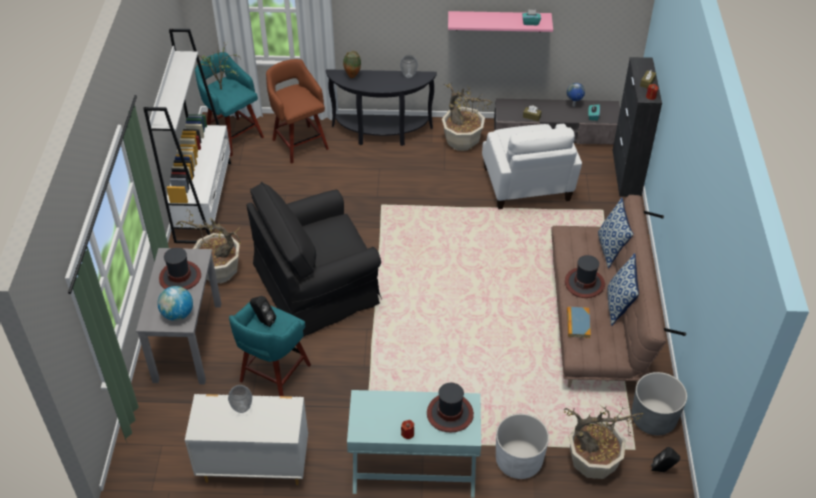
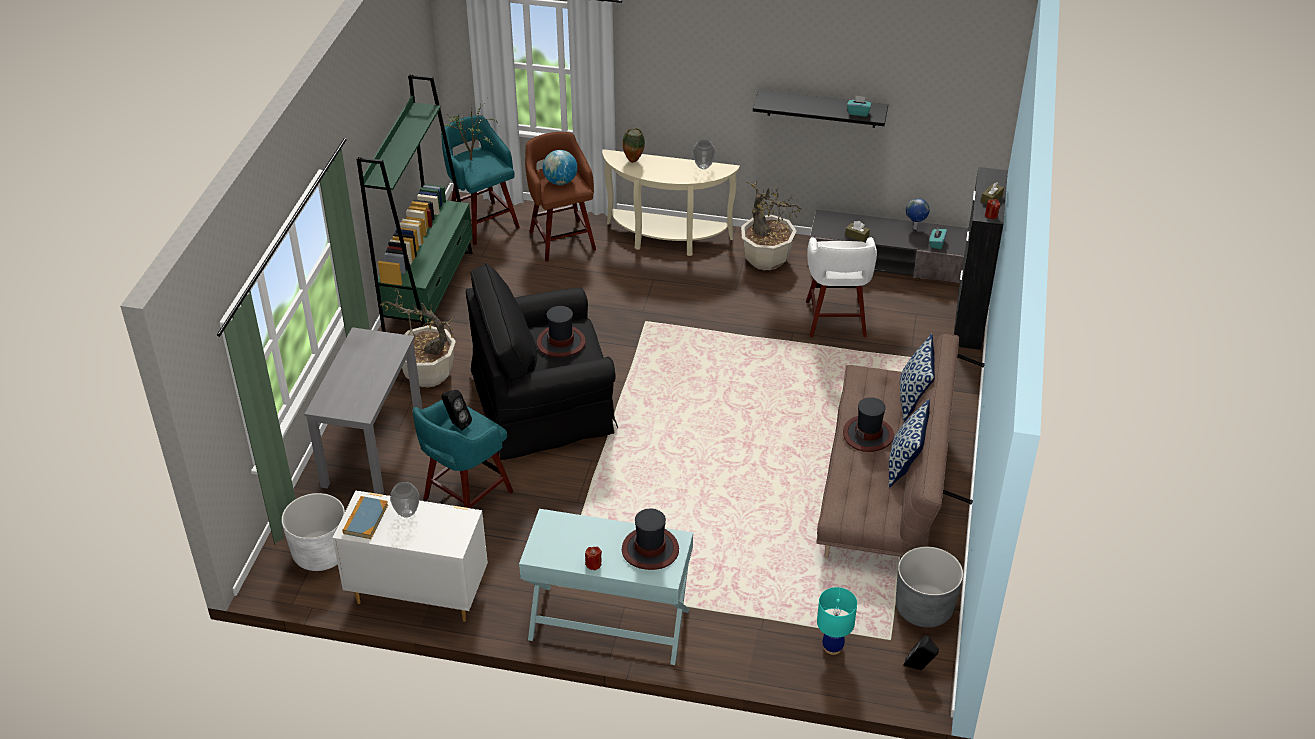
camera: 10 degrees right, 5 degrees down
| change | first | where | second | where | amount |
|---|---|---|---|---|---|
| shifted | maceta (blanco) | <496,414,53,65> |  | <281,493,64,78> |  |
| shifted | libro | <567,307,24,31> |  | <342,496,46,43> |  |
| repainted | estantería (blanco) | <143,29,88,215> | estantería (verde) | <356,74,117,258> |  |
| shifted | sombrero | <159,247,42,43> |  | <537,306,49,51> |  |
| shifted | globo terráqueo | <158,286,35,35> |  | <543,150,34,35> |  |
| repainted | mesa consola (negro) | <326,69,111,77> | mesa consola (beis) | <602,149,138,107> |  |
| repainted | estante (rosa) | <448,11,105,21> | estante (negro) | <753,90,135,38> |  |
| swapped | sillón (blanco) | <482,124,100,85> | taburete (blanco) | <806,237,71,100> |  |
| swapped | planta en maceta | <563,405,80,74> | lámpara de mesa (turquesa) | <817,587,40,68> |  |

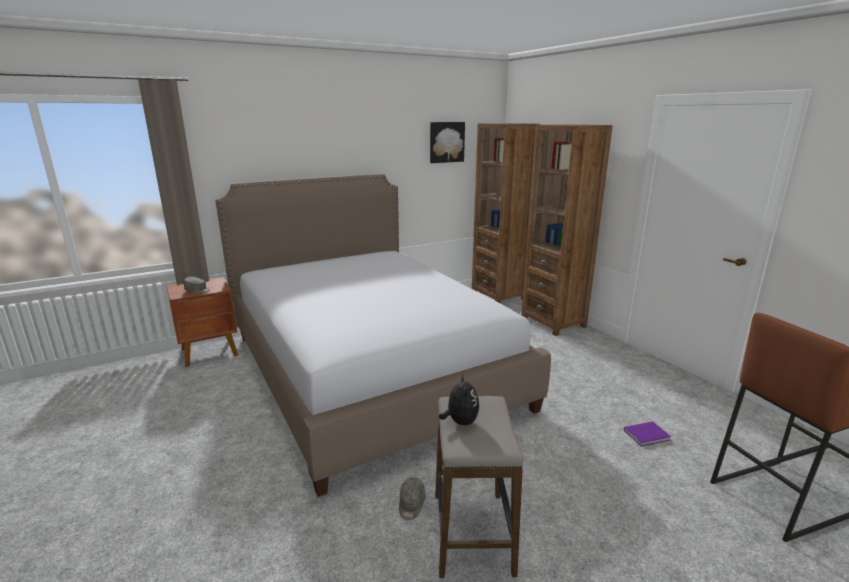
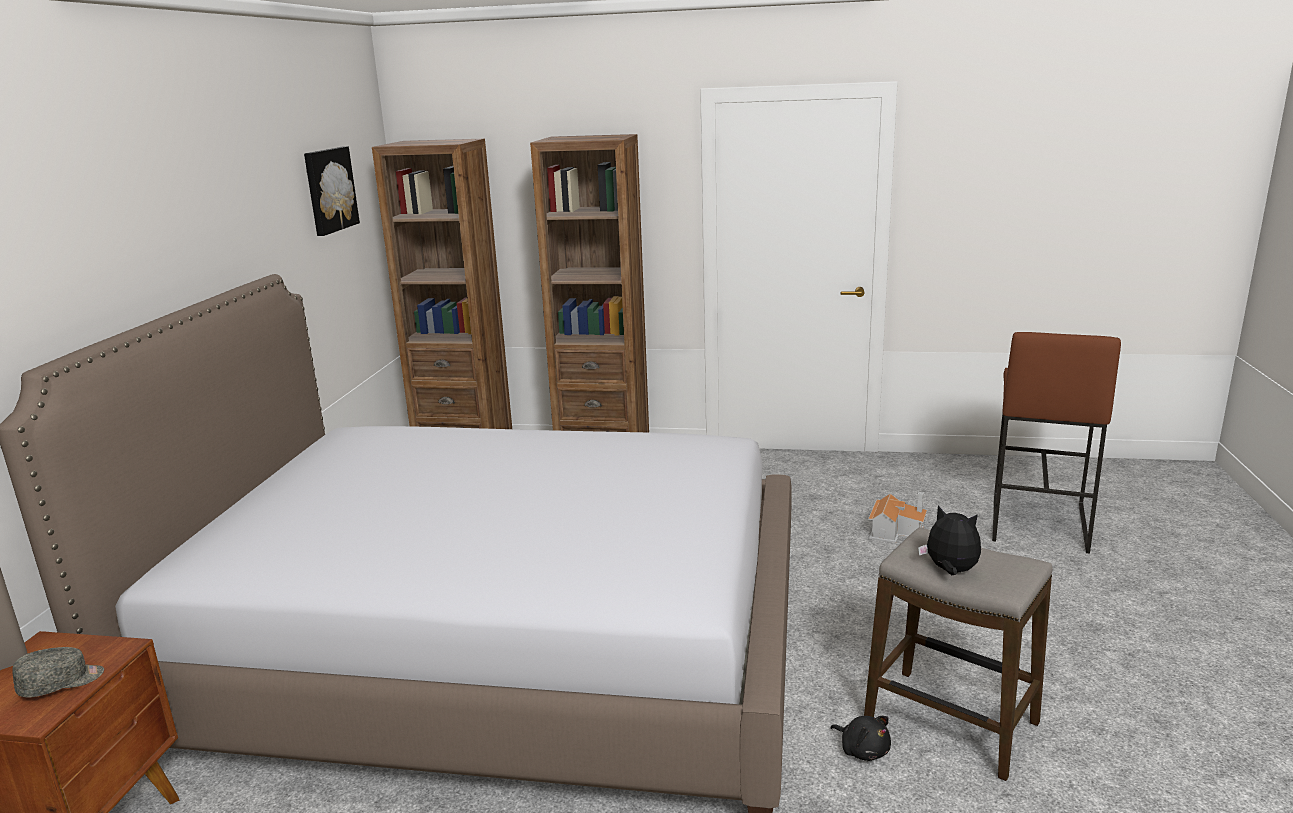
camera: 50 degrees left, 0 degrees up
| change | first | where | second | where | amount |
|---|---|---|---|---|---|
| swapped | gorra (gris) | <399,477,26,44> | peluche (negro) | <831,716,60,45> |  |
| swapped | libro (morado) | <624,421,47,25> | casita | <868,492,59,51> |  |

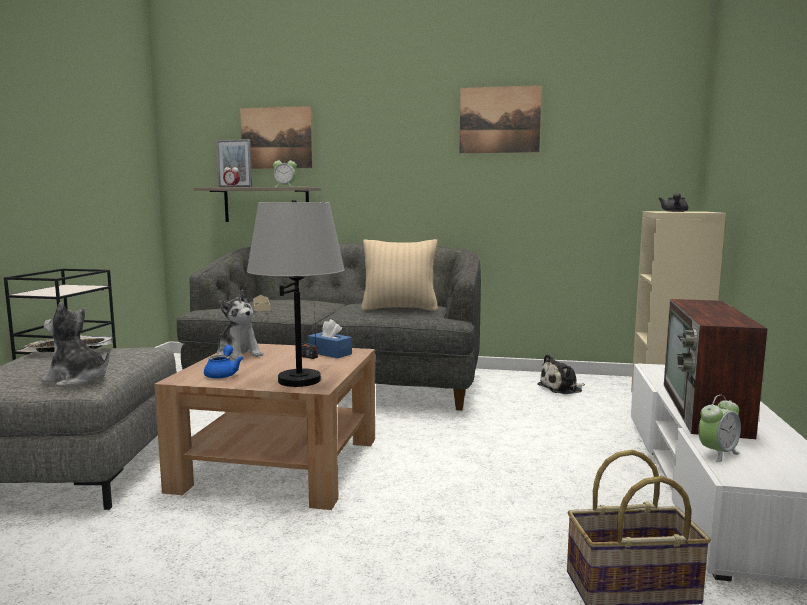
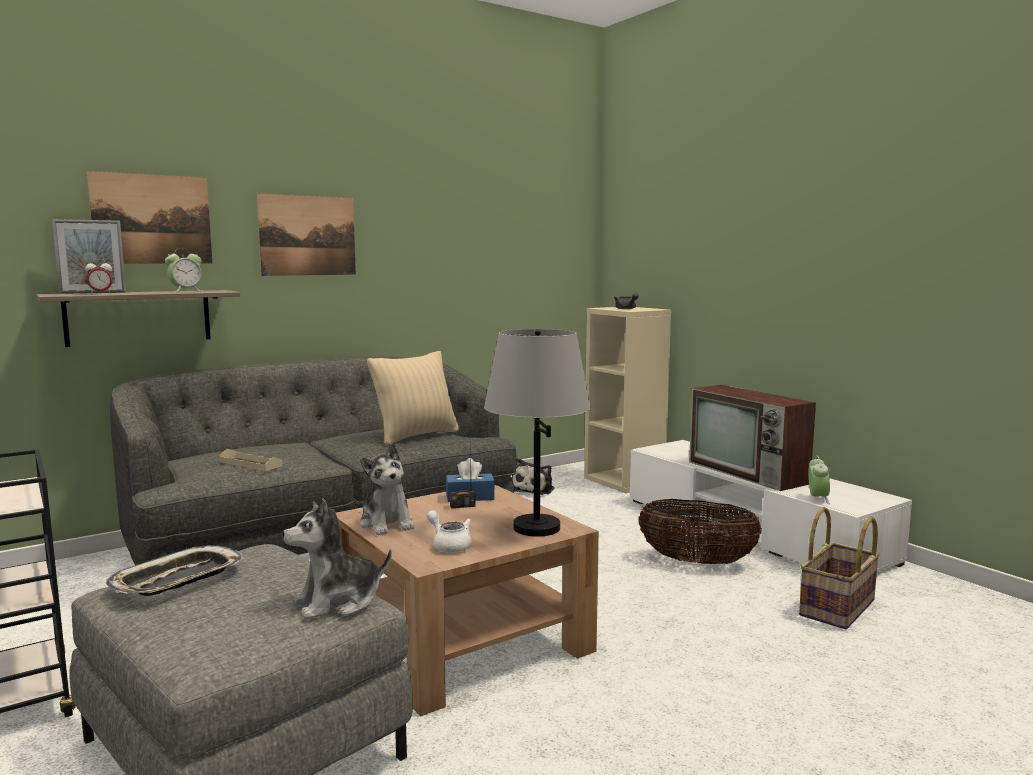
camera: 45 degrees left, 0 degrees up
| change | first | where | second | where | amount |
|---|---|---|---|---|---|
| shifted | cuadro | <460,85,82,68> |  | <257,194,99,82> |  |
| rotated | peluche | <217,290,46,70> |  | <360,443,54,92> | 60 degrees clockwise |
| repainted | tetera (azul) | <204,345,39,34> | tetera (blanco) | <427,510,45,43> |  |
| new |  |  | cesta | <639,499,123,65> |  |

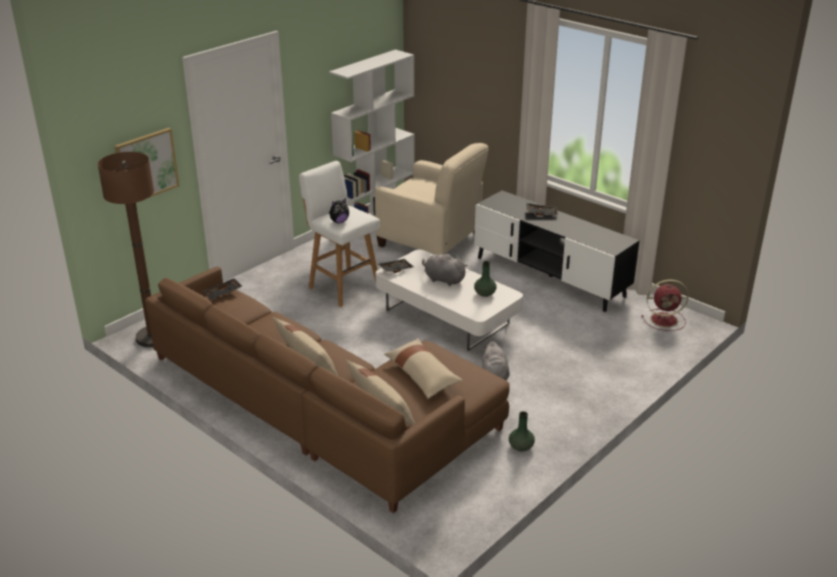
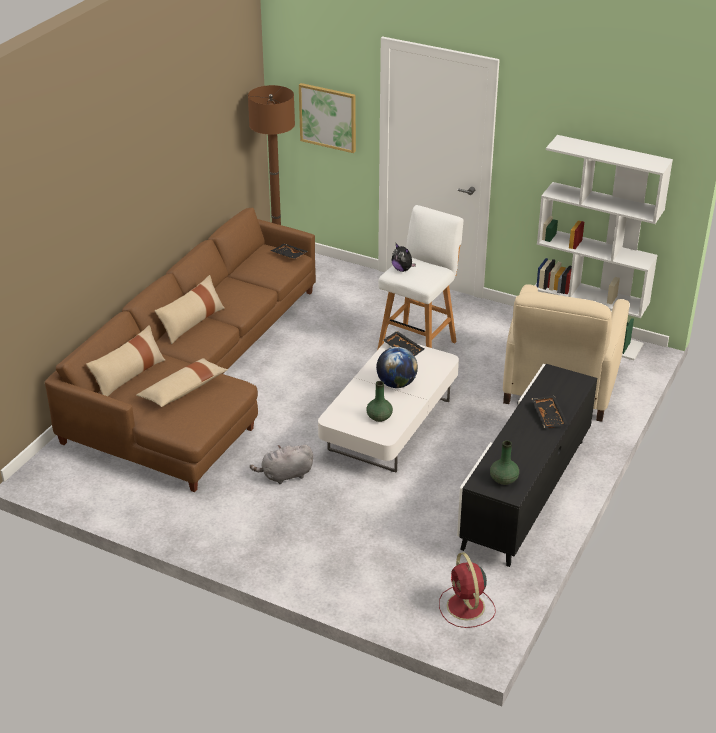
camera: 75 degrees right, 5 degrees up
| change | first | where | second | where | amount |
|---|---|---|---|---|---|
| swapped | peluche (gris) | <422,253,46,33> | globo terráqueo | <376,347,42,41> |  |
| shifted | florero (verde) | <509,411,26,40> |  | <490,440,29,45> |  |

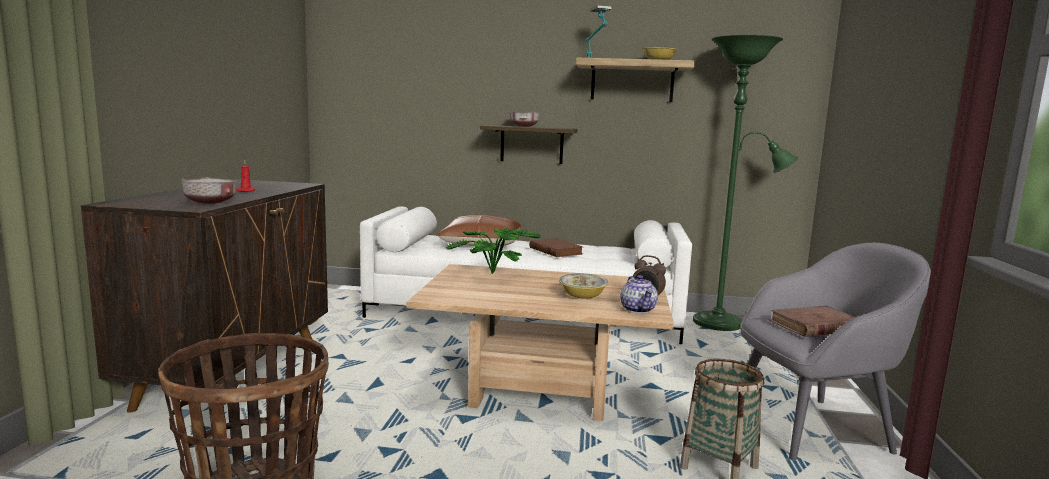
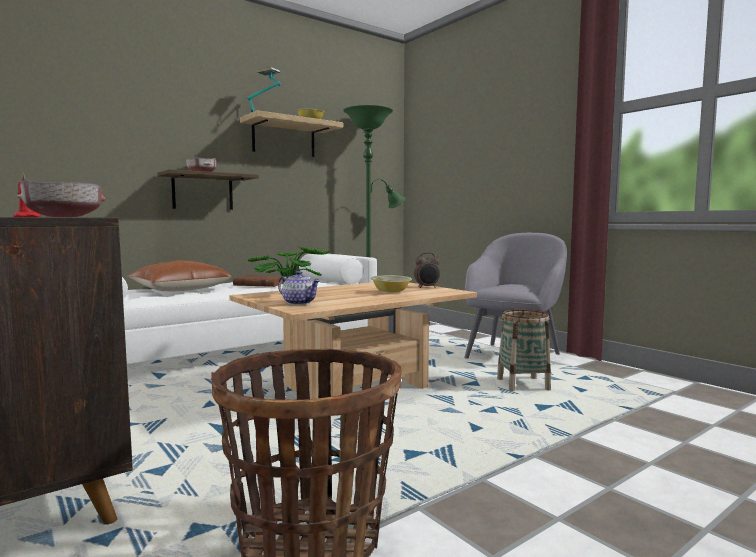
camera: 45 degrees left, 5 degrees down
| change | first | where | second | where | amount |
|---|---|---|---|---|---|
| shifted | tetera | <620,275,38,38> |  | <278,271,42,34> |  |
| gone | libro (marrón) | <768,306,87,31> |  |  |  |

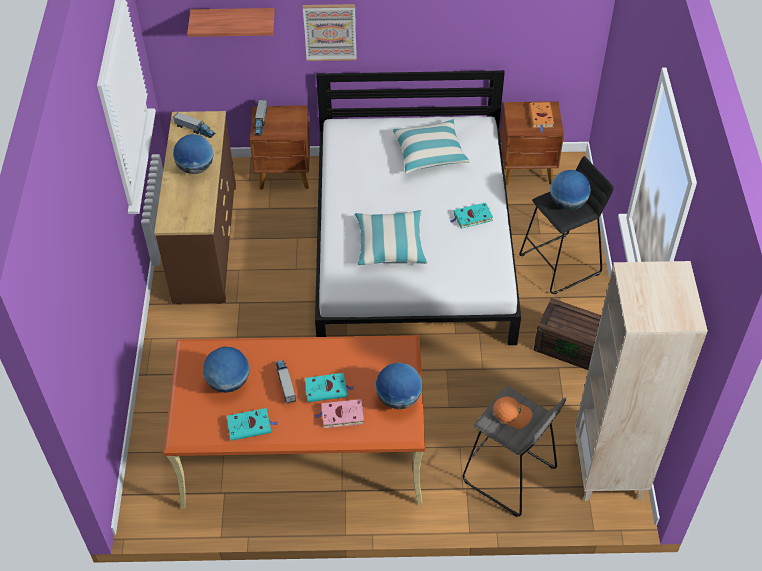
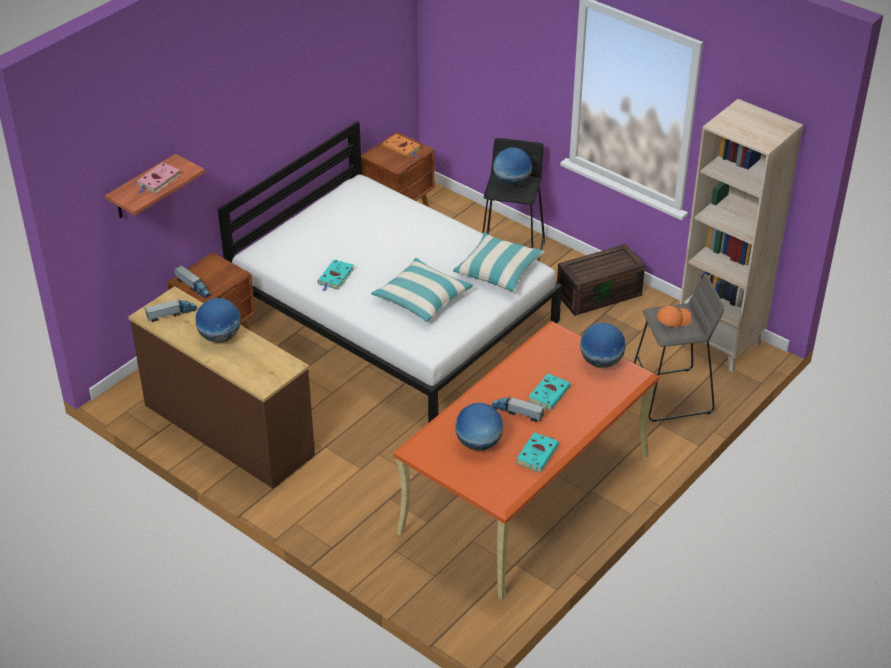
camera: 50 degrees left, 10 degrees down
| change | first | where | second | where | amount |
|---|---|---|---|---|---|
| shifted | libro (rosa) | <314,399,50,29> |  | <136,162,45,32> |  |
| shifted | libro (turquesa) | <449,202,44,27> |  | <317,260,37,31> |  |
| shifted | cojín | <393,119,76,55> |  | <453,233,92,59> |  |
| gone | cuadro | <303,4,54,57> |  |  |  |

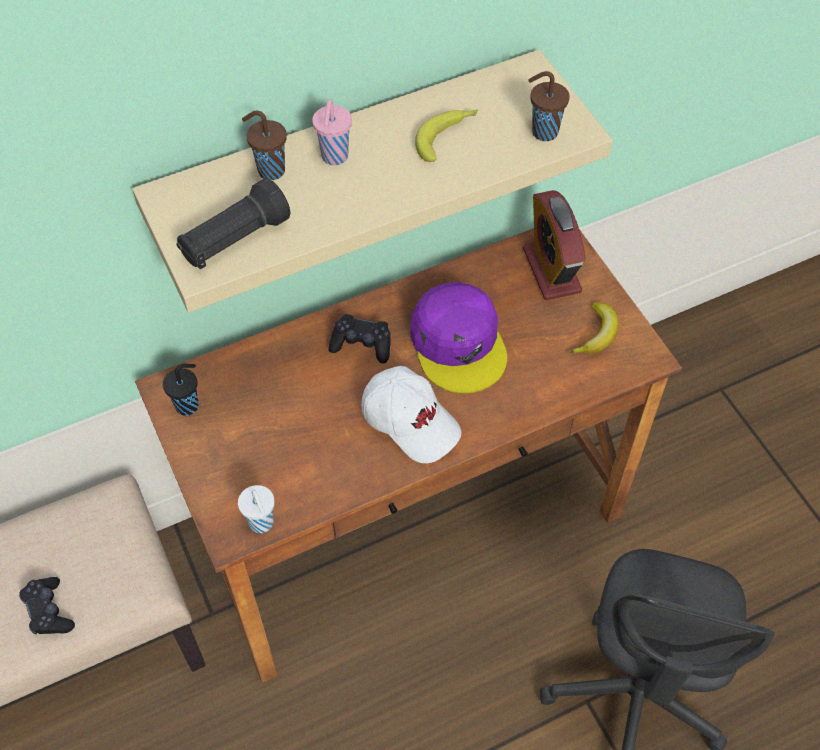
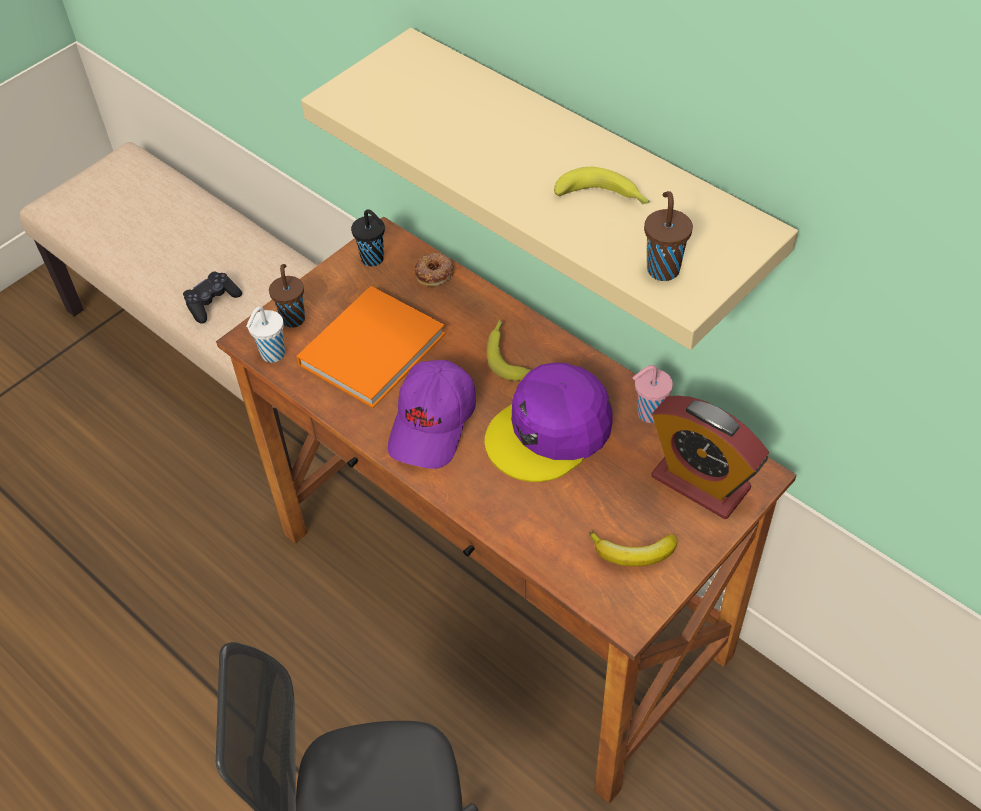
camera: 70 degrees right, 5 degrees down
| change | first | where | second | where | amount |
|---|---|---|---|---|---|
| shifted | taza (marrón) | <242,111,45,69> |  | <269,264,36,64> |  |
| new |  |  | libro (naranja) | <296,286,149,122> |  |
| repainted | gorra (blanco) | <361,366,100,97> | gorra (morado) | <388,360,88,109> |  |
| new |  |  | rosquilla | <415,253,39,33> |  |
| swapped | mando de consola (negro) | <329,314,62,49> | plátano | <487,320,44,61> |  |
| shifted | taza (rosa) | <312,99,40,66> |  | <633,365,40,58> |  |
| rotated | despertador | <523,190,63,110> |  | <651,396,118,123> | 105 degrees counterclockwise |
| gone | linterna (negro) | <176,178,114,91> |  |  |  |

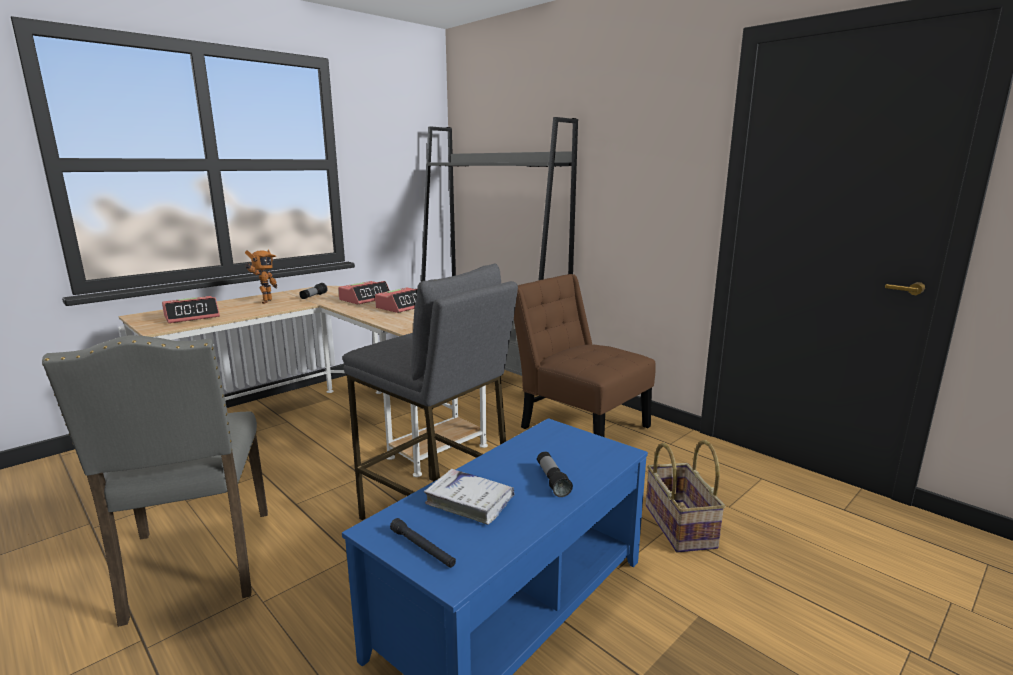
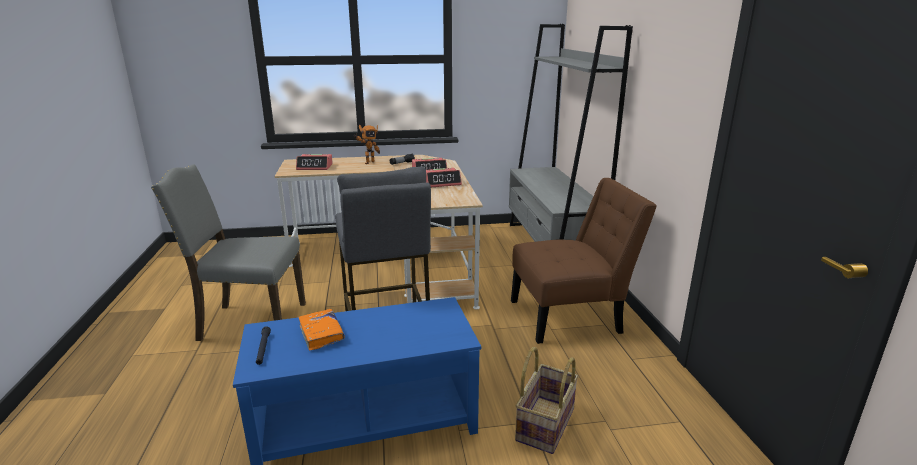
camera: 35 degrees right, 5 degrees up
| change | first | where | second | where | amount |
|---|---|---|---|---|---|
| rotated | silla (gris) | <42,335,226,292> |  | <151,164,155,177> | 75 degrees clockwise |
| repainted | libro (blanco) | <424,469,91,56> | libro (naranja) | <298,309,47,42> |  |
| rotated | silla (marrón) | <514,274,142,163> |  | <511,178,146,166> | 90 degrees clockwise |
| gone | linterna | <537,452,36,45> |  |  |  |

